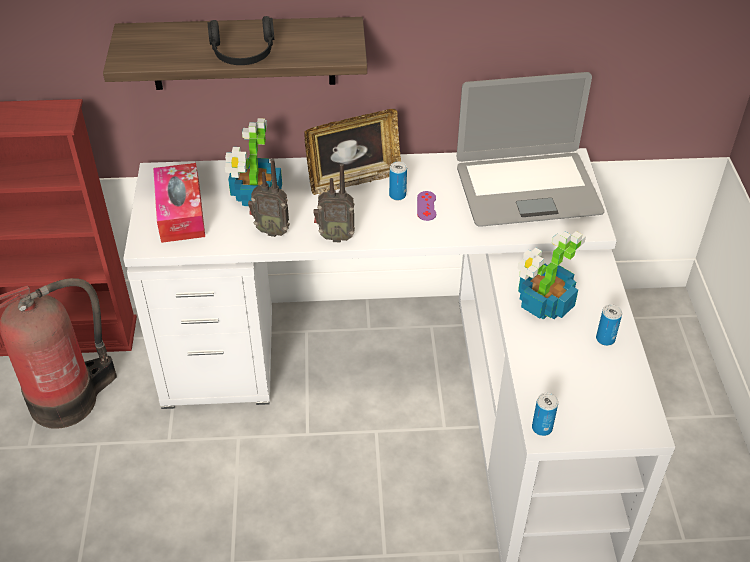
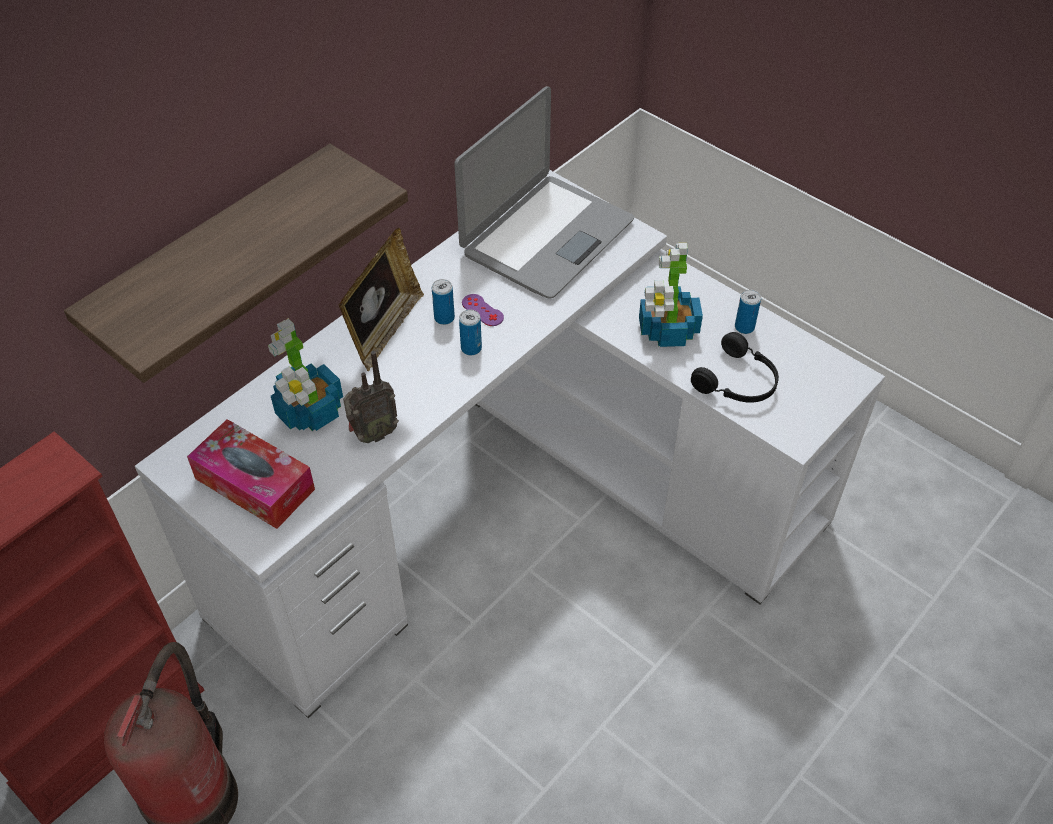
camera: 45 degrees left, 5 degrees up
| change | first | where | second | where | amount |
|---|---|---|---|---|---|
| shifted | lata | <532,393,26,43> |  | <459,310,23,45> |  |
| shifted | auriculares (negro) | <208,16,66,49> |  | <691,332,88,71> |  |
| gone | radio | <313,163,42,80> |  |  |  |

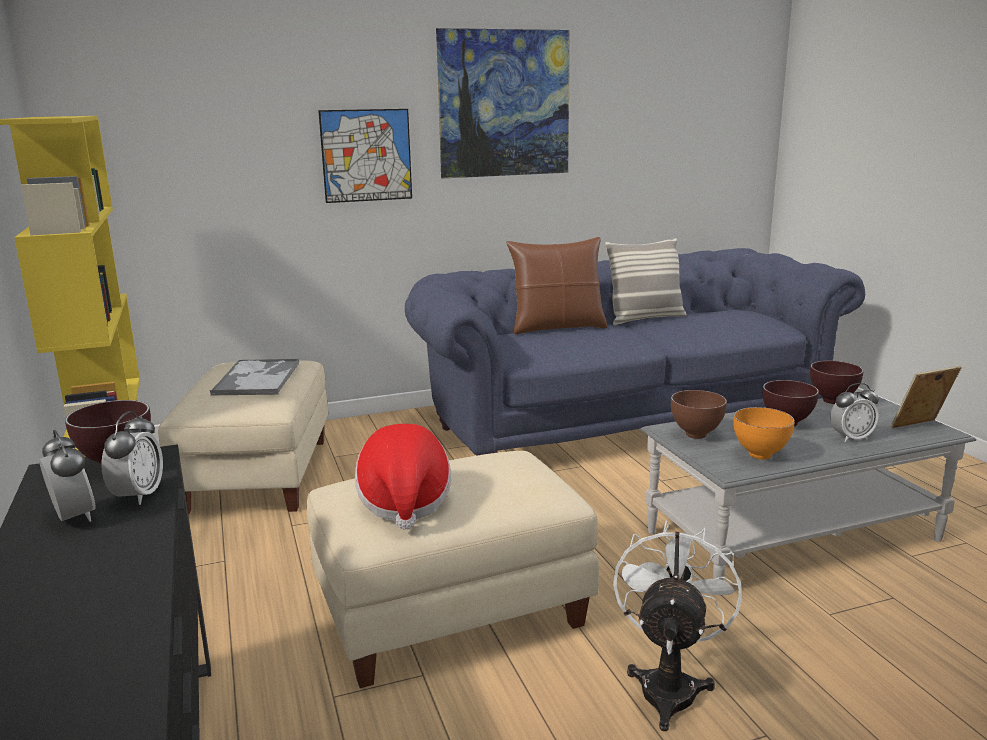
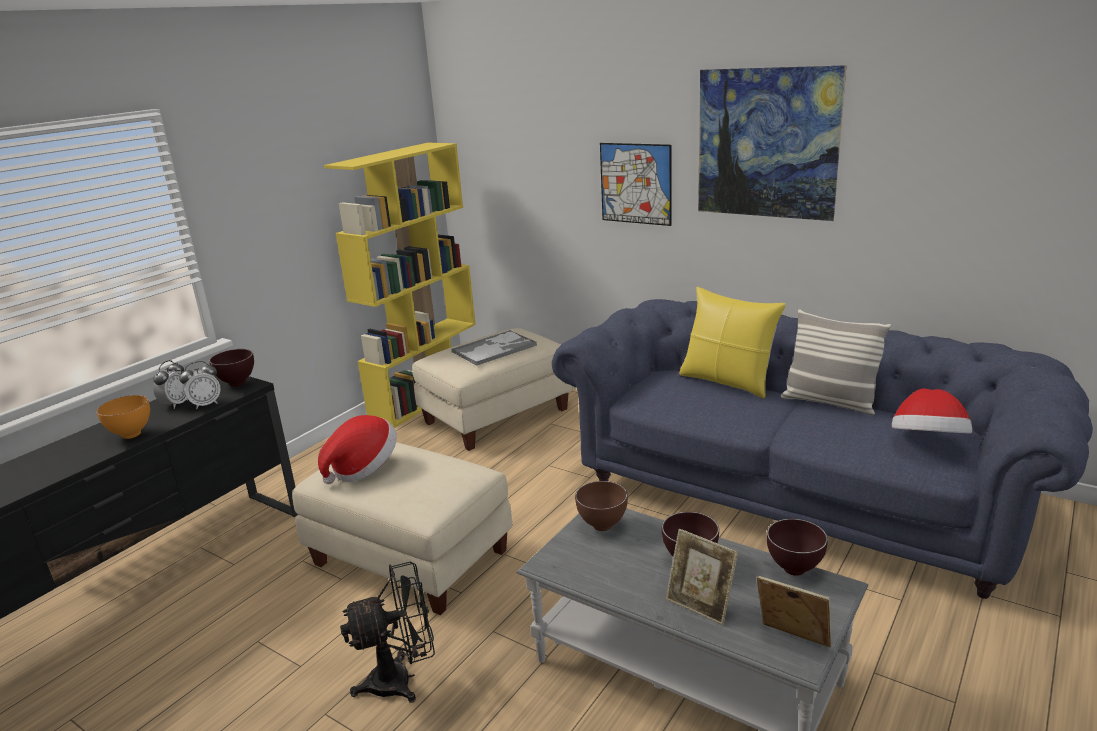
camera: 55 degrees right, 5 degrees up
| change | first | where | second | where | amount |
|---|---|---|---|---|---|
| shifted | cuenco (naranja) | <733,407,62,53> |  | <96,395,54,44> |  |
| repainted | ventilador (blanco) | <613,521,129,210> | ventilador (negro) | <340,562,95,141> |  |
| swapped | despertador | <830,383,49,59> | portarretratos | <666,529,72,96> |  |
| repainted | cojín (marrón) | <506,237,102,97> | cojín (amarillo) | <679,287,107,111> |  |
| new |  |  | sombrero | <892,388,80,46> |  |

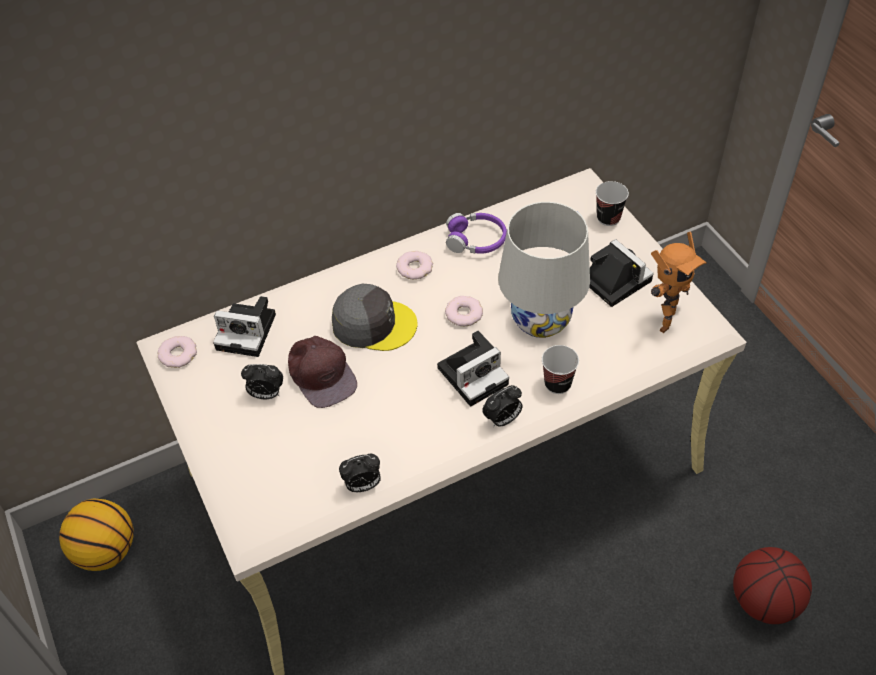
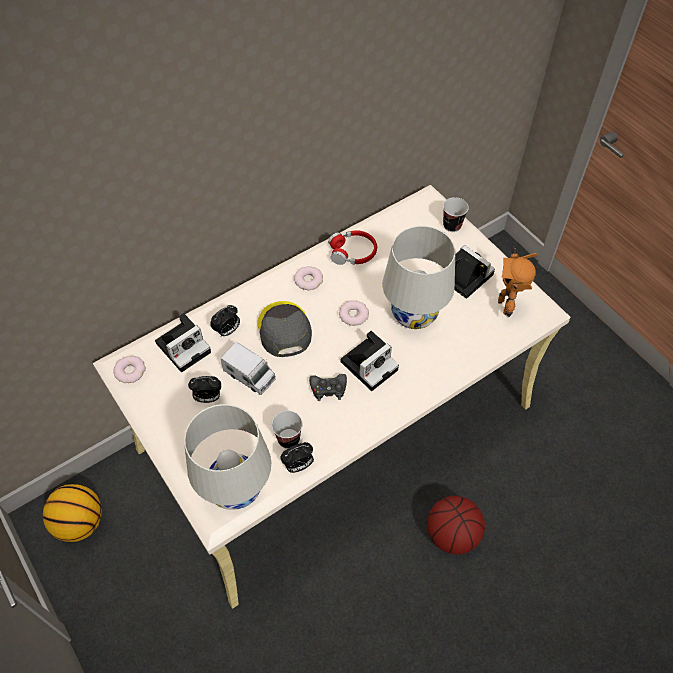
camera: 10 degrees left, 5 degrees up
| change | first | where | second | where | amount |
|---|---|---|---|---|---|
| rotated | cámara | <213,296,63,61> |  | <155,313,56,59> | 45 degrees counterclockwise |
| new |  |  | lámpara de mesa (blanco) | <184,404,87,106> |  |
| shifted | despertador | <482,385,40,42> |  | <210,305,30,31> |  |
| swapped | gorra (marrón) | <288,336,69,72> | camión de juguete | <221,342,55,53> |  |
| rotated | gorra (gris) | <332,284,85,67> |  | <258,301,54,56> | 105 degrees counterclockwise |
| shifted | taza | <542,345,37,49> |  | <272,411,31,38> |  |
| new |  |  | mando de consola (negro) | <309,374,38,27> |  |
| repainted | auriculares (morado) | <446,213,61,41> | auriculares (rojo) | <328,230,49,35> |  |
| shifted | balón de baloncesto | <733,547,79,77> |  | <427,496,58,59> |  |
| rotated | robot de juguete | <651,231,56,102> |  | <498,246,40,72> | 150 degrees clockwise |

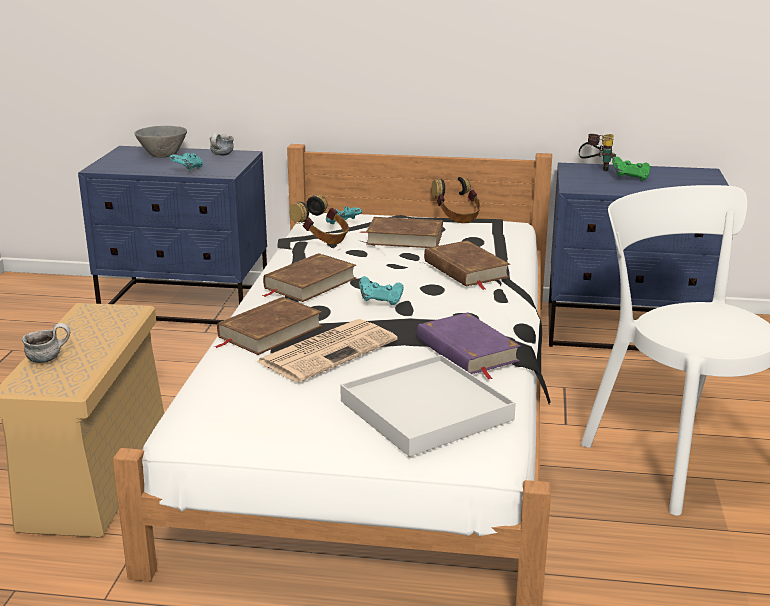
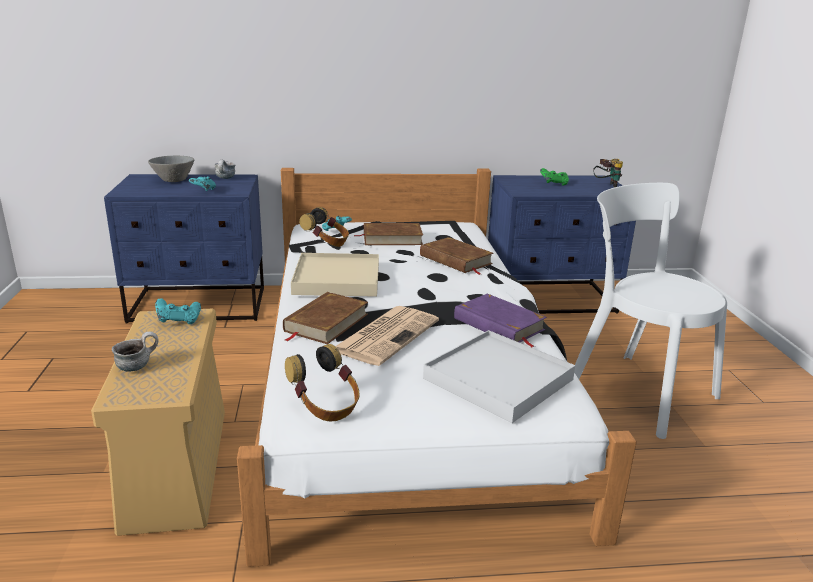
camera: 15 degrees left, 0 degrees up
| change | first | where | second | where | amount |
|---|---|---|---|---|---|
| shifted | mando de consola (turquesa) | <359,276,45,29> |  | <155,298,46,26> |  |
| shifted | auriculares | <431,177,49,46> |  | <285,344,75,77> |  |
| swapped | libro (marrón) | <262,253,94,49> | bandeja (beis) | <291,253,88,44> |  |
| shifted | prismáticos | <579,134,37,37> |  | <593,159,30,28> |  |

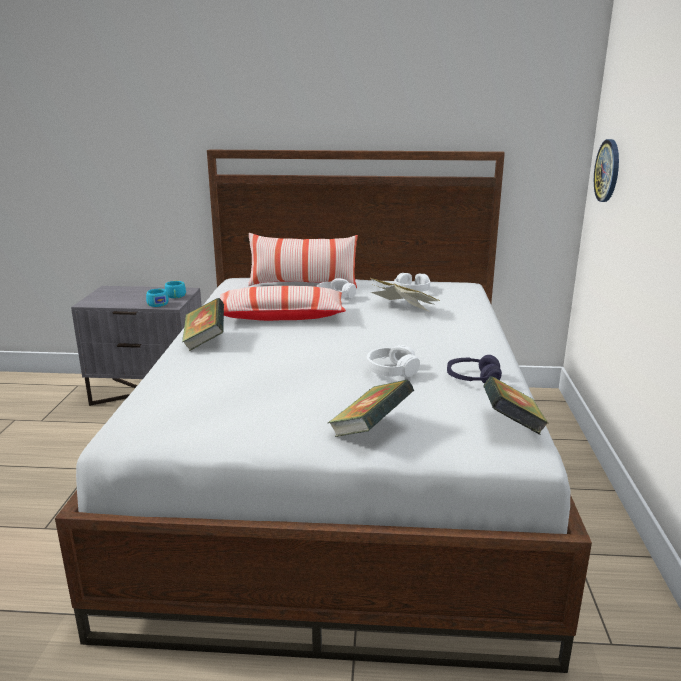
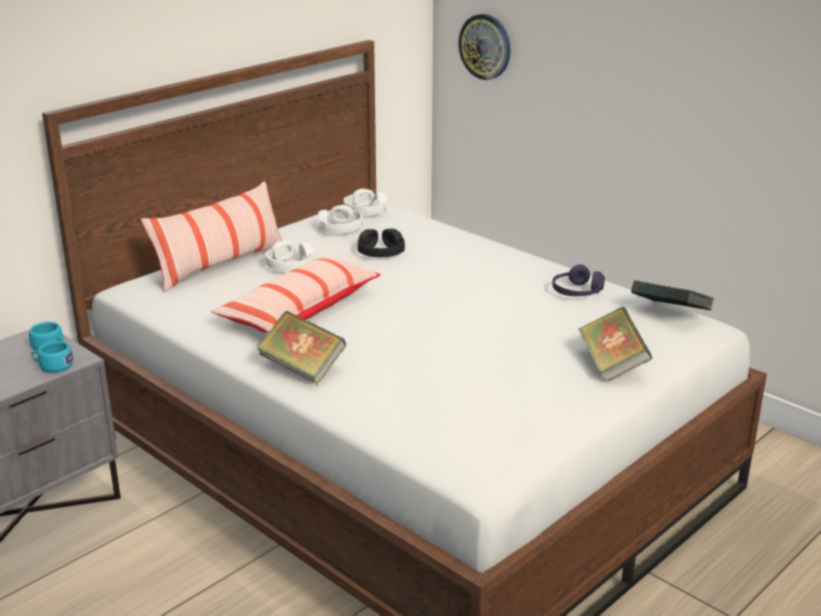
camera: 50 degrees left, 5 degrees up
| change | first | where | second | where | amount |
|---|---|---|---|---|---|
| shifted | auriculares (blanco) | <367,345,53,32> |  | <344,189,43,26> |  |
| swapped | libro | <371,278,69,34> | auriculares (negro) | <358,229,47,28> |  |

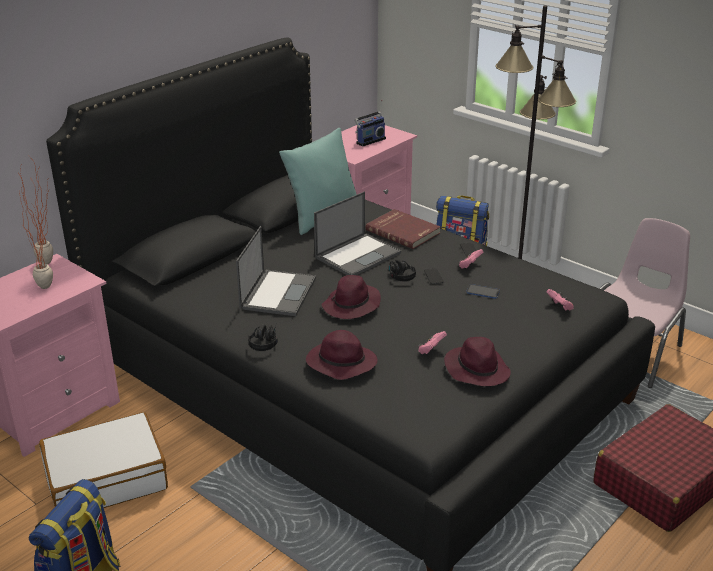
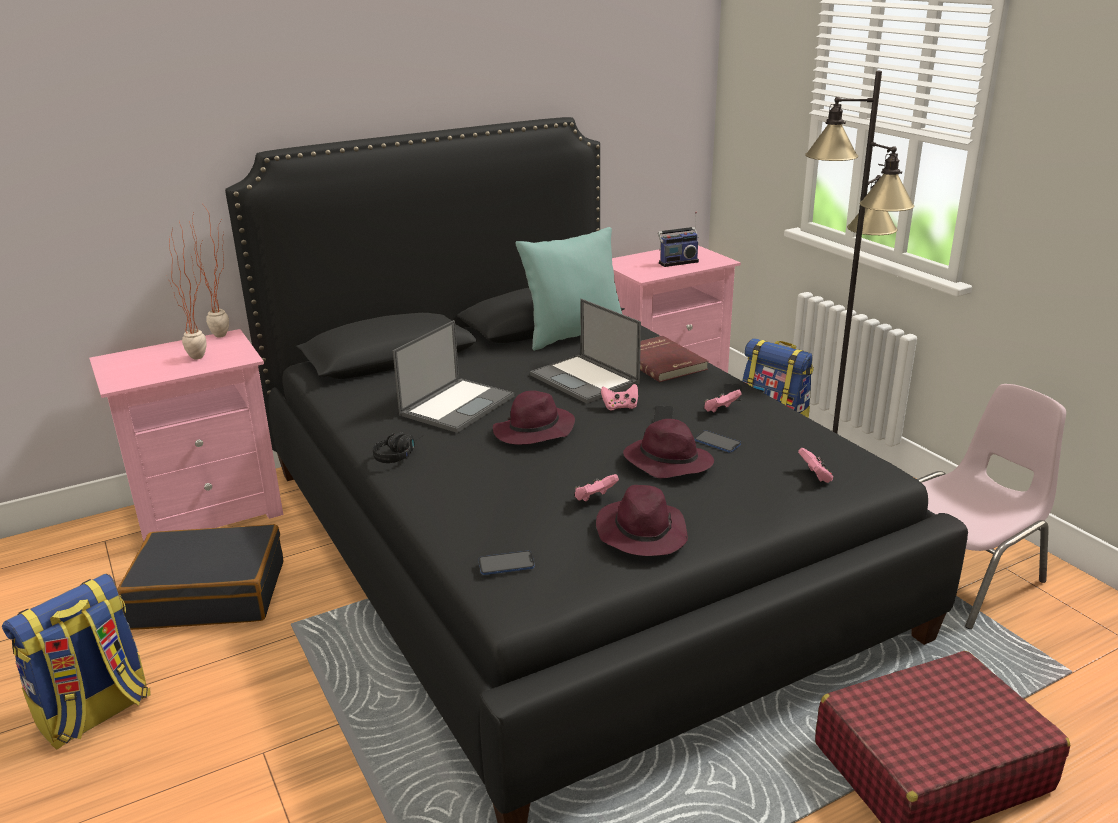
camera: 20 degrees right, 5 degrees down
| change | first | where | second | where | amount |
|---|---|---|---|---|---|
| repainted | maleta (blanco) | <39,412,129,96> | maleta (negro) | <117,524,166,106> |  |
| new |  |  | móvil | <478,551,57,24> |  |
| rotated | portátil | <314,191,87,84> |  | <530,299,111,104> | 75 degrees clockwise |
| swapped | auriculares (negro) | <389,259,27,22> | mando de consola (rosa) | <601,384,37,26> |  |
| shifted | sombrero (morado) | <306,330,72,50> |  | <623,419,91,59> |  |

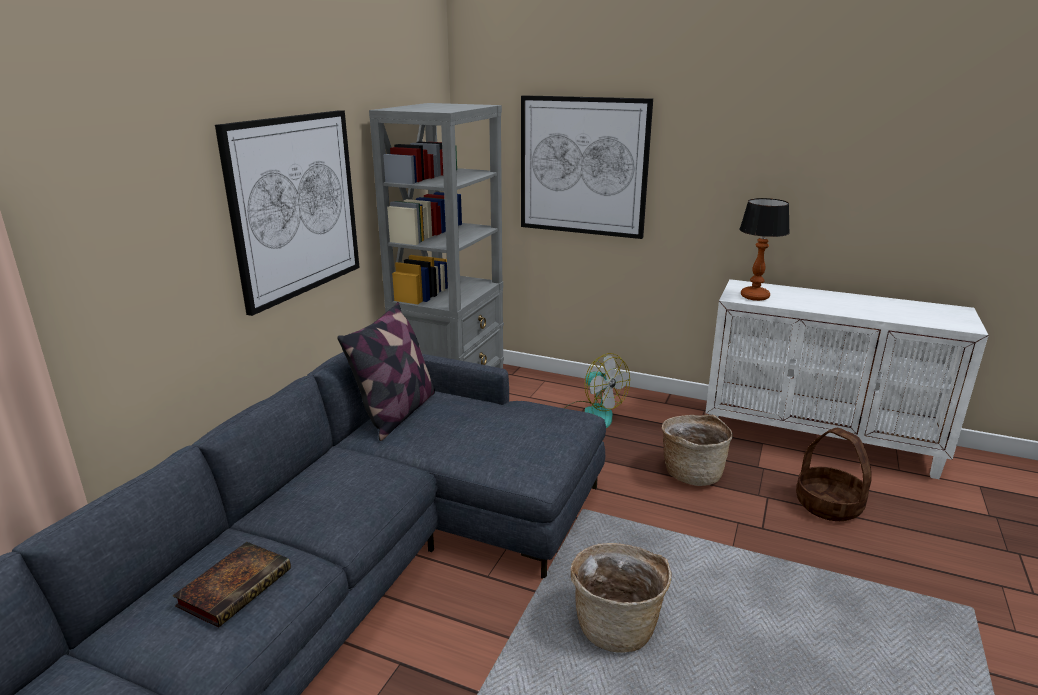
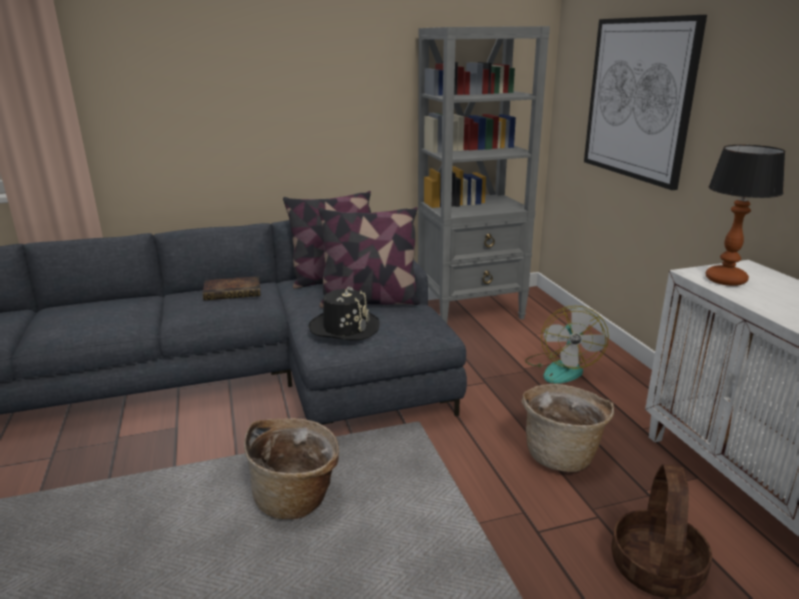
camera: 50 degrees right, 0 degrees up
| change | first | where | second | where | amount |
|---|---|---|---|---|---|
| shifted | libro | <173,542,118,86> |  | <203,276,58,24> |  |
| new |  |  | sombrero (negro) | <309,287,71,53> |  |
| new |  |  | cojín | <319,207,101,101> |  |
| gone | cuadro | <215,110,145,206> |  |  |  |

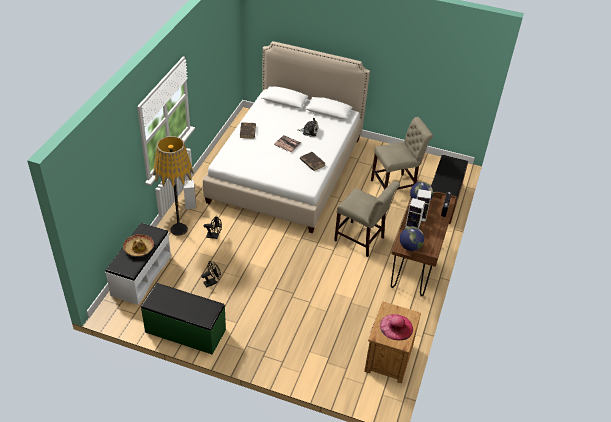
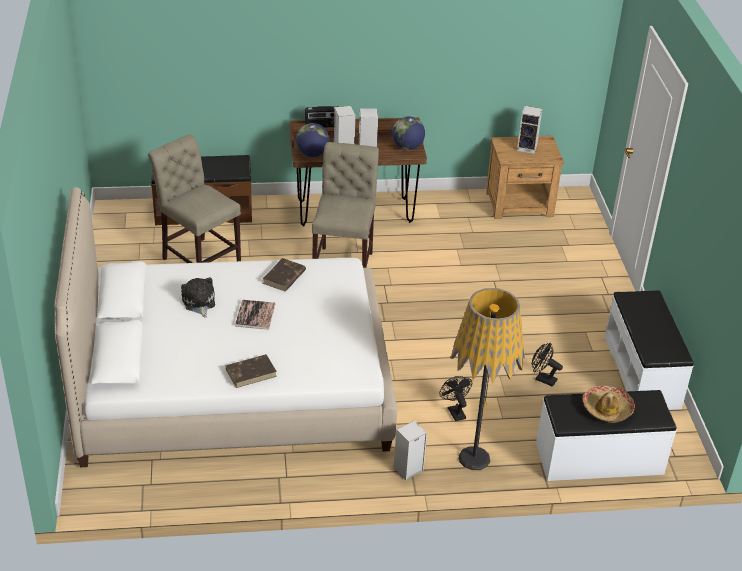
camera: 115 degrees left, 5 degrees down
| change | first | where | second | where | amount |
|---|---|---|---|---|---|
| swapped | sombrero (rosa) | <380,314,33,26> | altavoz | <517,106,25,48> |  |
| repainted | banco (verde) | <141,283,85,71> | banco (blanco) | <605,290,89,120> |  |

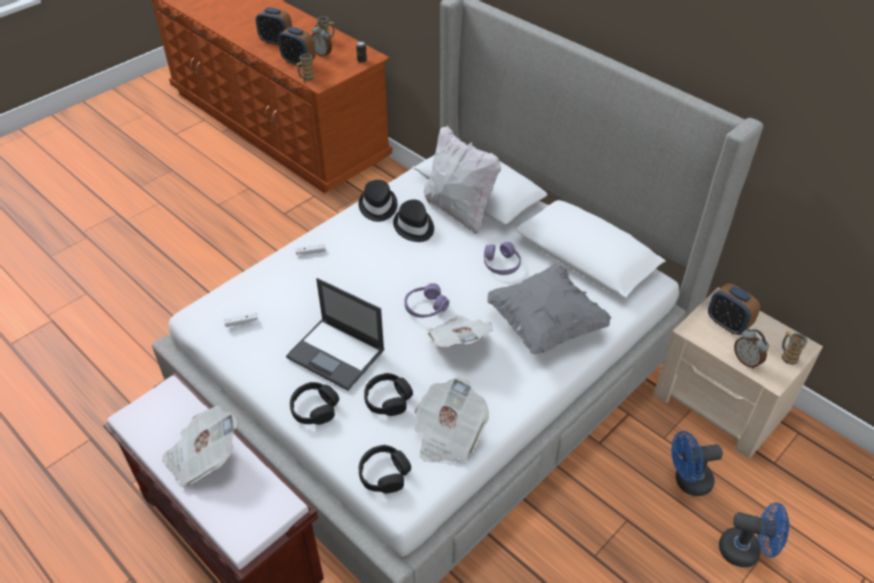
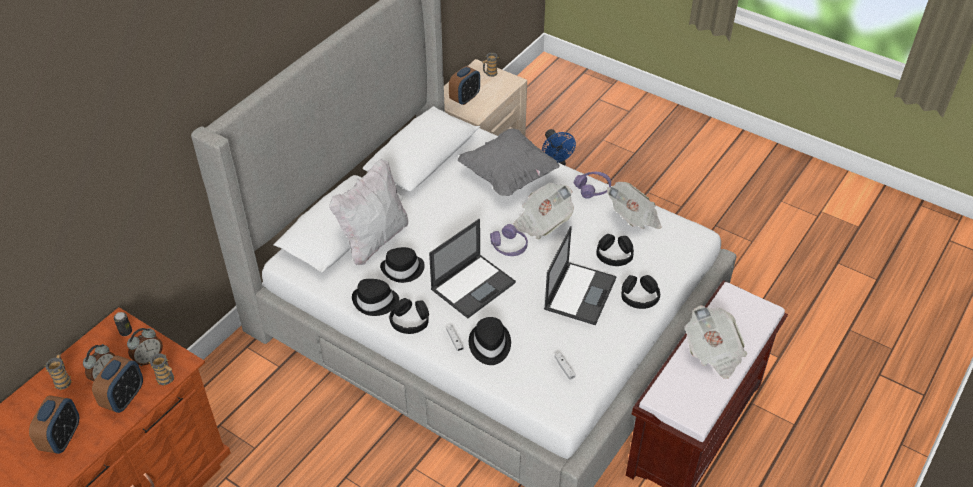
camera: 100 degrees left, 0 degrees up
| change | first | where | second | where | amount |
|---|---|---|---|---|---|
| shifted | despertador | <734,329,35,40> |  | <127,328,36,38> |  |
| shifted | auriculares (negro) | <359,445,52,49> |  | <389,298,40,36> |  |
| new |  |  | portátil | <429,219,87,99> |  |
| new |  |  | sombrero (negro) | <469,317,42,48> |  |
| shifted | auriculares (morado) | <484,242,37,33> |  | <574,172,37,27> |  |
| gone | ventilador (azul) | <719,502,70,65> |  |  |  |

